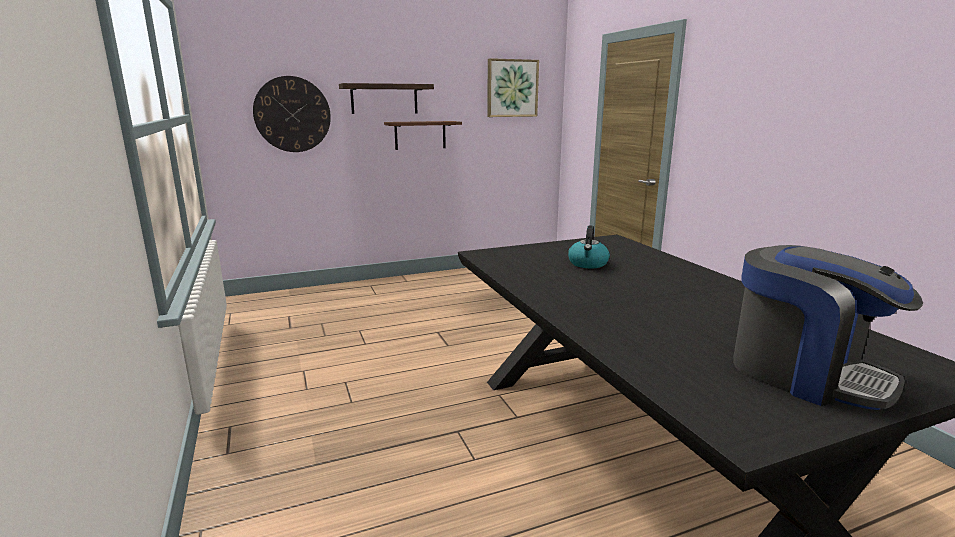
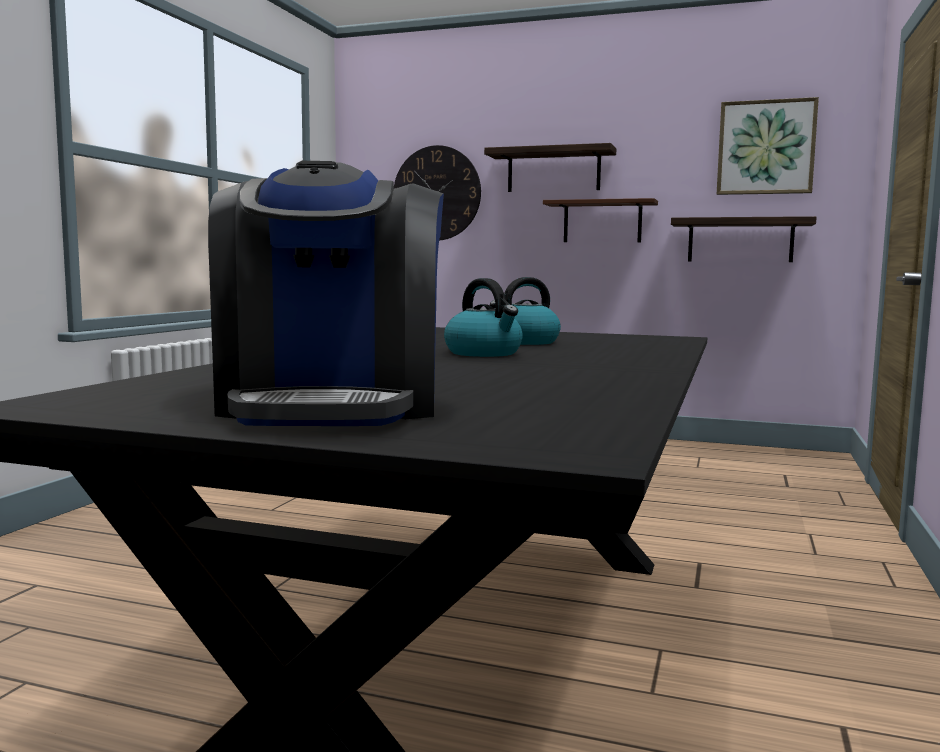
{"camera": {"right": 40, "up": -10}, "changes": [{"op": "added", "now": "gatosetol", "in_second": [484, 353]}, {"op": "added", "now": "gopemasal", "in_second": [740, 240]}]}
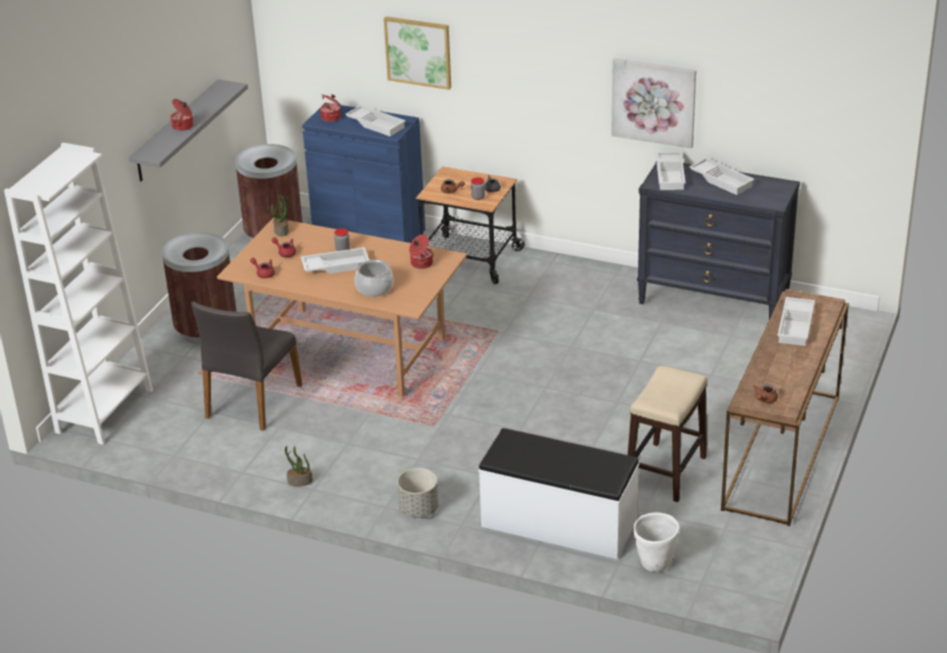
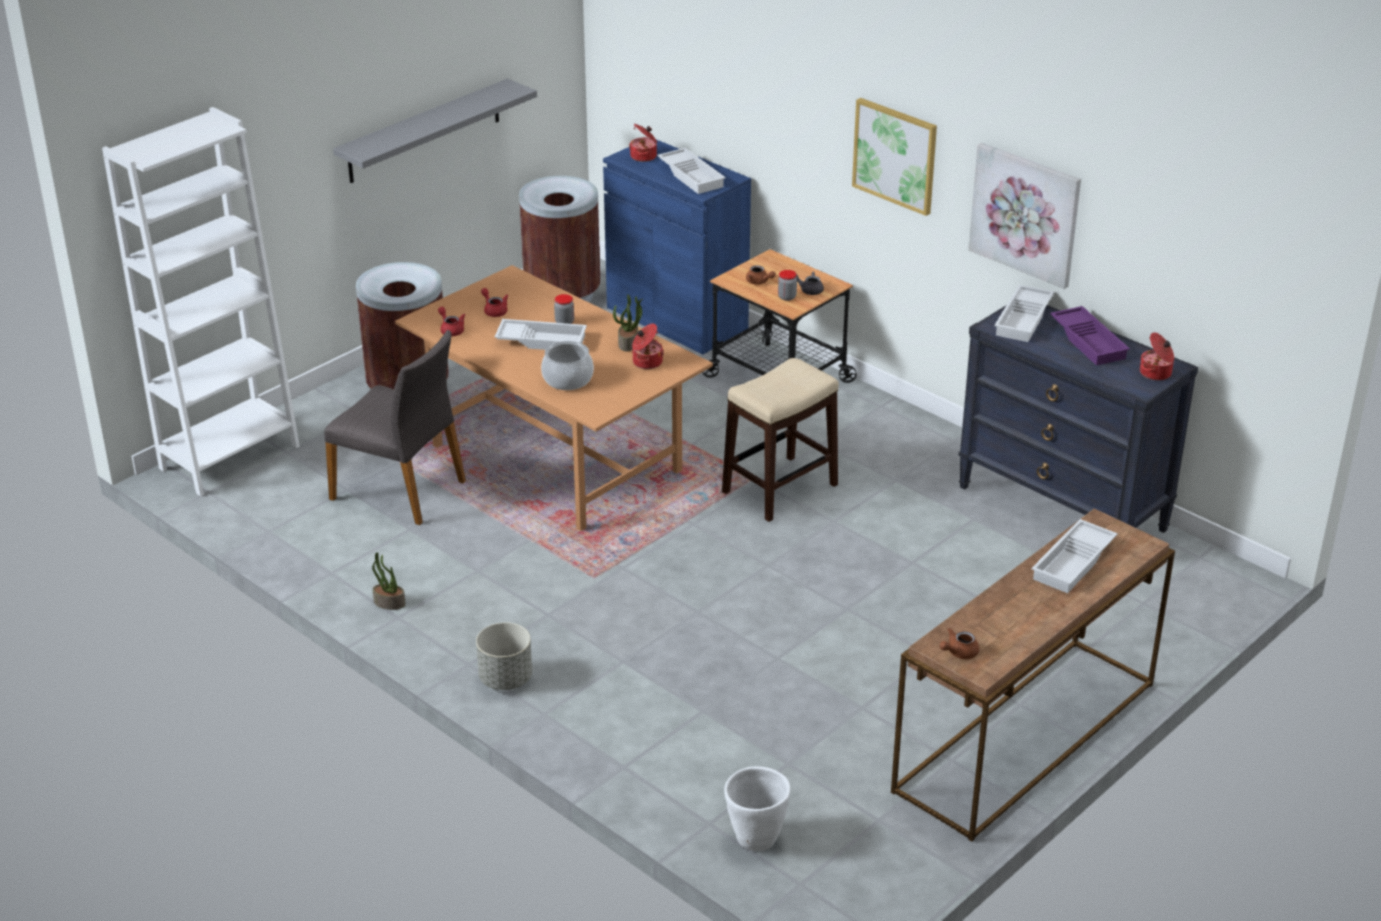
{"camera": {"right": 20, "up": 0}, "changes": [{"op": "turned", "was": "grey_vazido", "in_first": [252, 402], "in_second": [401, 490], "clockwise": -105}, {"op": "moved", "was": "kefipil", "in_first": [282, 231], "in_second": [628, 344]}, {"op": "moved", "was": "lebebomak", "in_first": [665, 472], "in_second": [779, 489]}, {"op": "moved", "was": "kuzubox", "in_first": [418, 52], "in_second": [895, 155]}, {"op": "recoloured", "was": "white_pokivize", "now": "purple_pokivize", "in_first": [722, 180], "in_second": [1089, 341]}, {"op": "moved", "was": "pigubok", "in_first": [183, 126], "in_second": [1156, 373]}, {"op": "removed", "was": "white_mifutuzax", "in_first": [558, 524]}]}
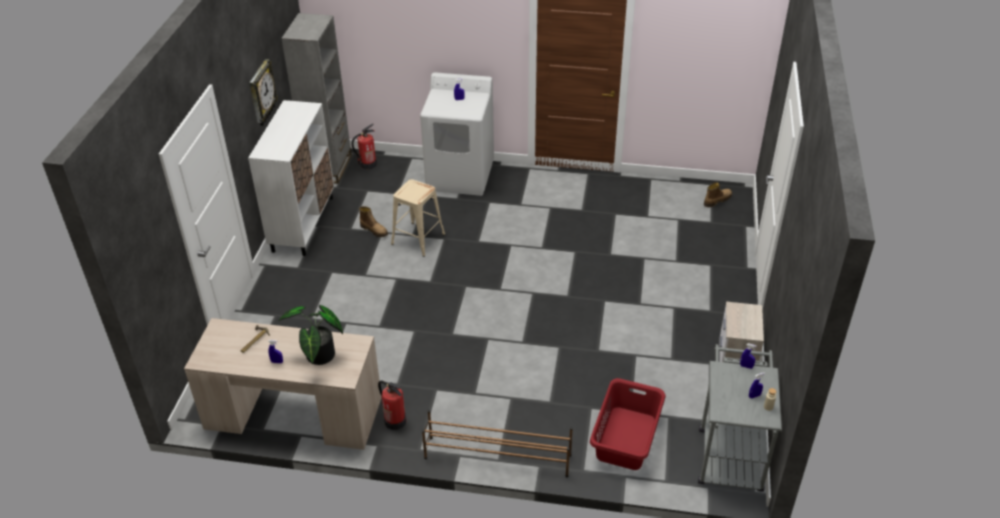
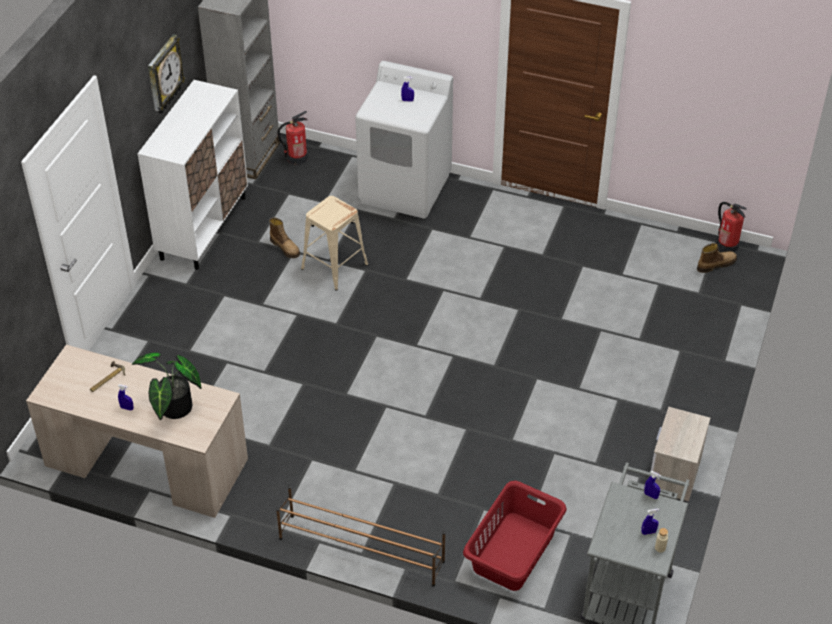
{"camera": {"right": 10, "up": 5}, "changes": [{"op": "moved", "was": "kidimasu", "in_first": [395, 420], "in_second": [727, 245]}]}
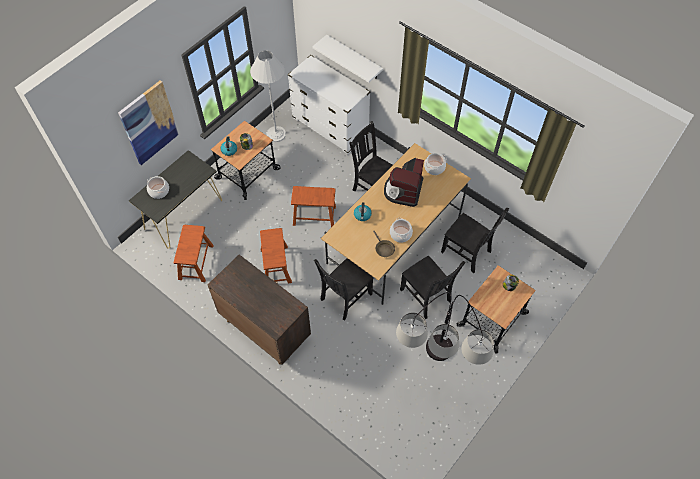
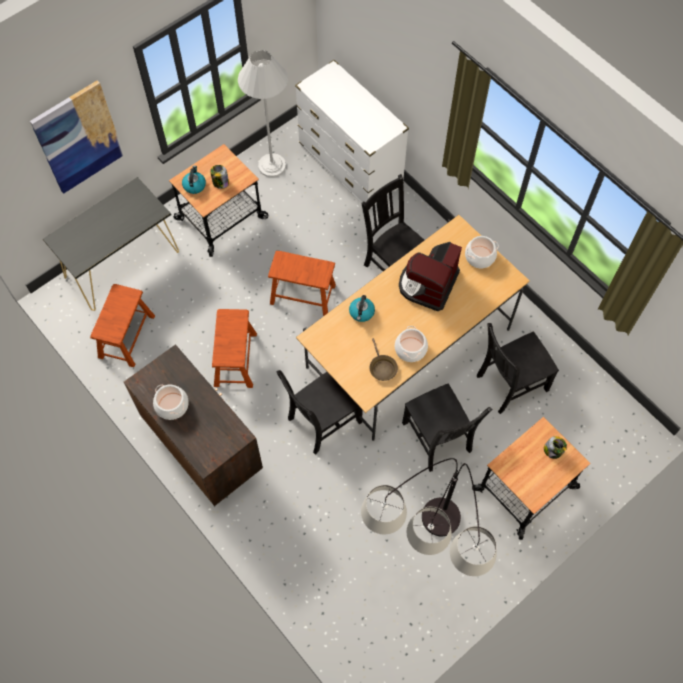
{"camera": {"right": 10, "up": 5}, "changes": [{"op": "moved", "was": "pigubok", "in_first": [159, 191], "in_second": [172, 405]}, {"op": "turned", "was": "black_vazido", "in_first": [467, 252], "in_second": [510, 383], "clockwise": 105}, {"op": "removed", "was": "white_gopemasal", "in_first": [354, 57]}]}
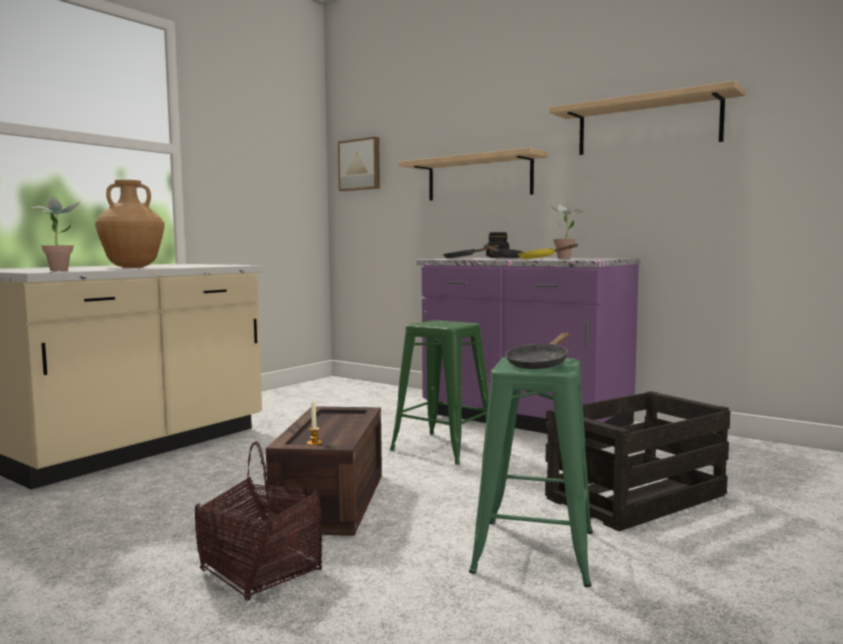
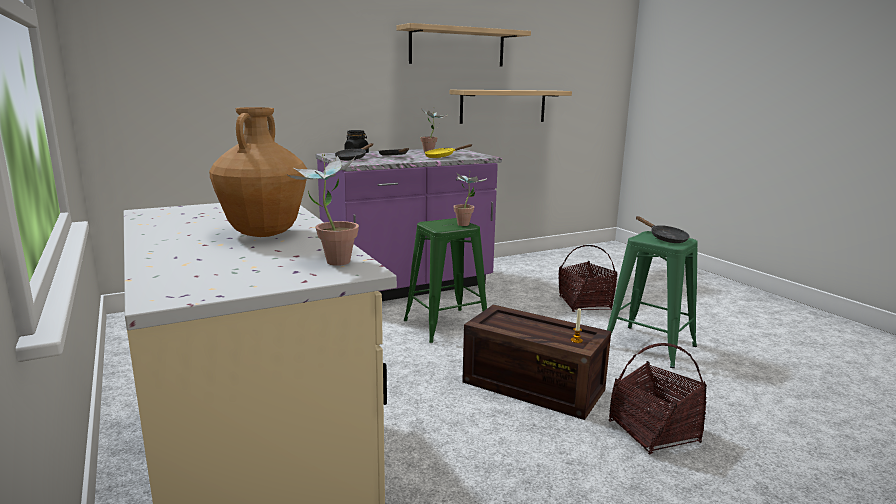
{"camera": {"right": -65, "up": 10}, "changes": [{"op": "moved", "was": "gopemasal", "in_first": [479, 178], "in_second": [503, 106]}, {"op": "added", "now": "kefipil", "in_second": [467, 224]}, {"op": "replaced", "was": "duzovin", "now": "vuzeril", "in_first": [636, 496], "in_second": [584, 303]}, {"op": "removed", "was": "kuzubox", "in_first": [360, 165]}]}
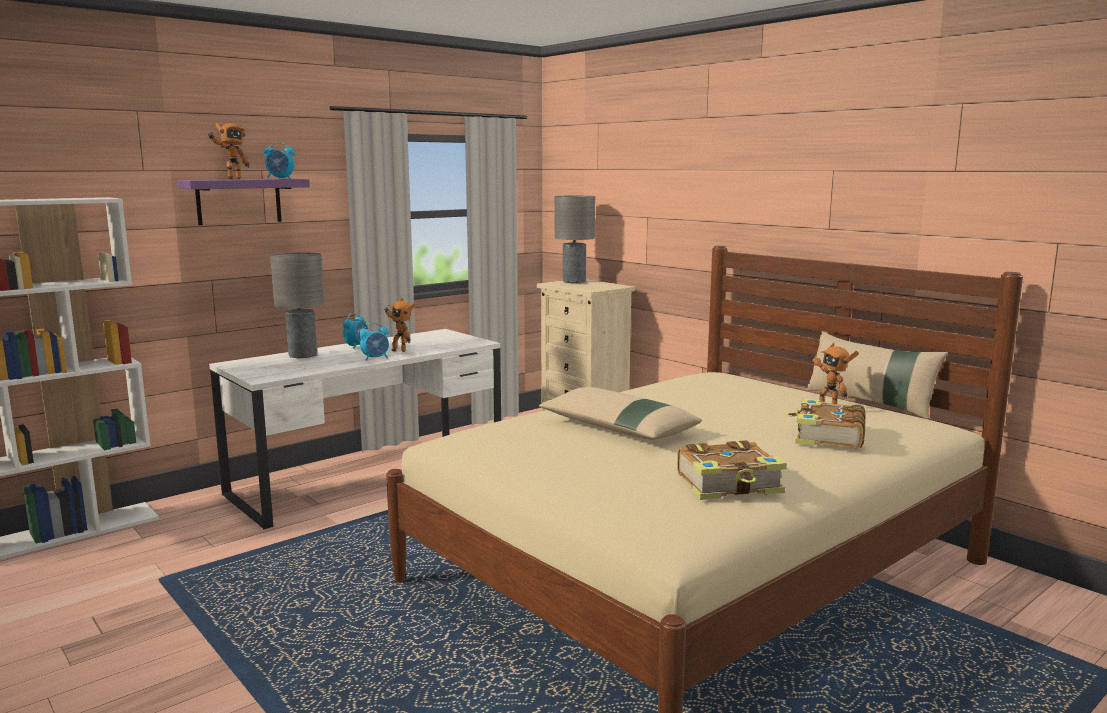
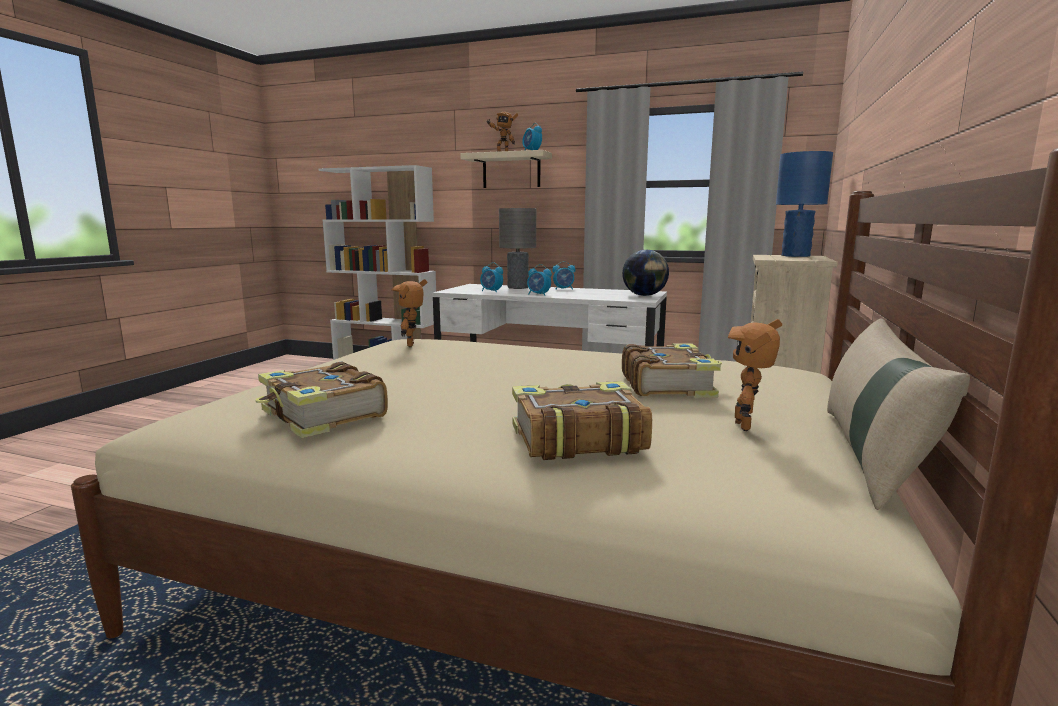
{"camera": {"right": 60, "up": 0}, "changes": [{"op": "moved", "was": "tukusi", "in_first": [400, 350], "in_second": [414, 345]}, {"op": "recoloured", "was": "purple_gopemasal", "now": "beige_gopemasal", "in_first": [239, 201], "in_second": [511, 171]}, {"op": "added", "now": "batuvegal", "in_second": [491, 291]}, {"op": "added", "now": "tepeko", "in_second": [644, 295]}, {"op": "added", "now": "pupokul", "in_second": [668, 385]}, {"op": "recoloured", "was": "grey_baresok", "now": "blue_baresok", "in_first": [574, 282], "in_second": [795, 256]}, {"op": "removed", "was": "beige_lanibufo", "in_first": [617, 428]}]}
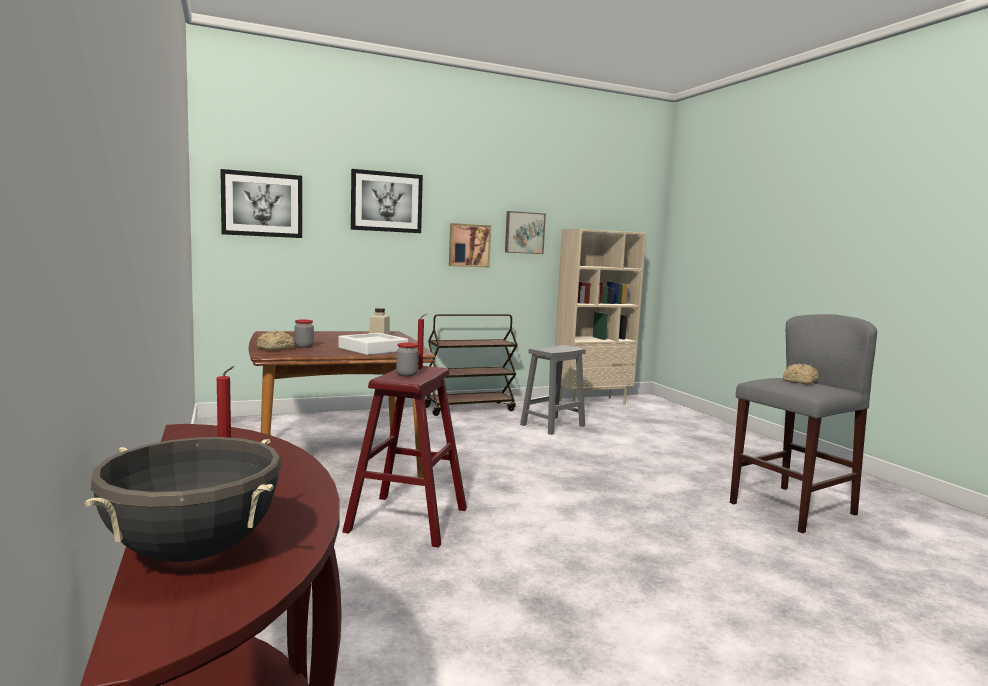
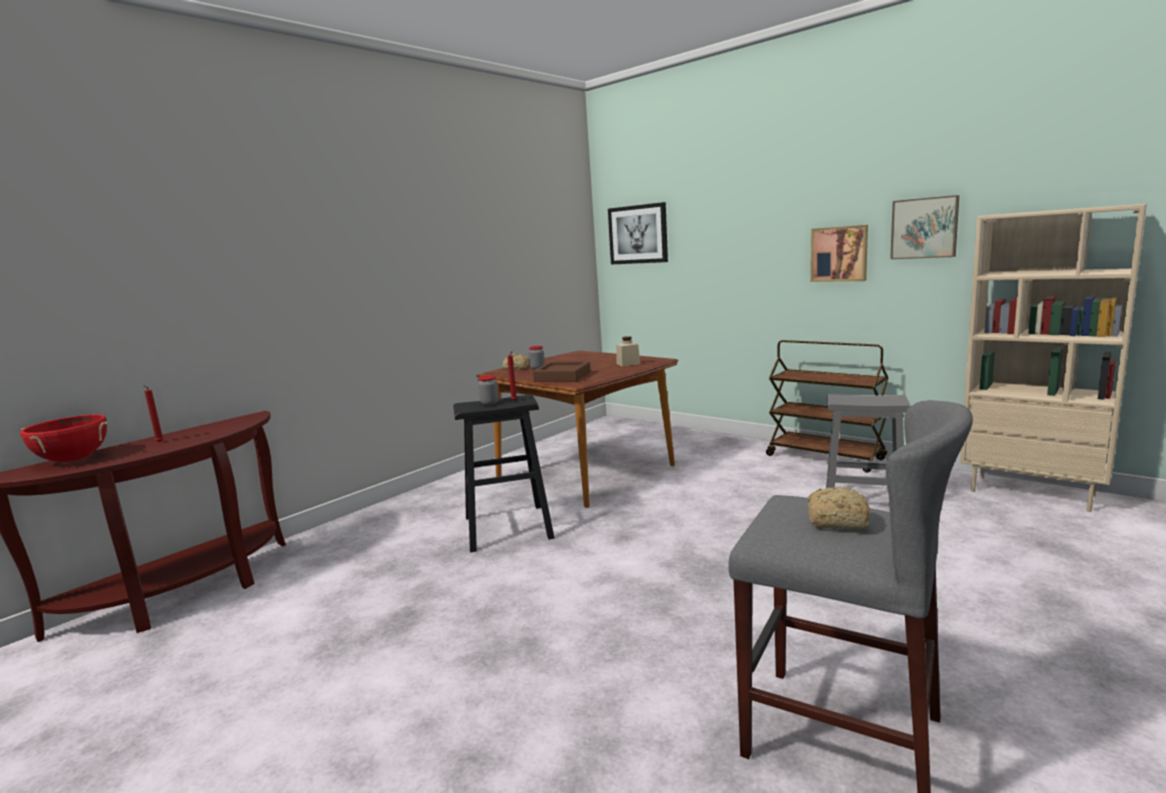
{"camera": {"right": 65, "up": 5}, "changes": [{"op": "recoloured", "was": "black_pigubok", "now": "red_pigubok", "in_first": [192, 552], "in_second": [73, 460]}, {"op": "recoloured", "was": "red_lebebomak", "now": "black_lebebomak", "in_first": [407, 520], "in_second": [508, 527]}, {"op": "recoloured", "was": "white_pokivize", "now": "brown_pokivize", "in_first": [373, 349], "in_second": [562, 377]}, {"op": "removed", "was": "kuzubox", "in_first": [386, 202]}]}
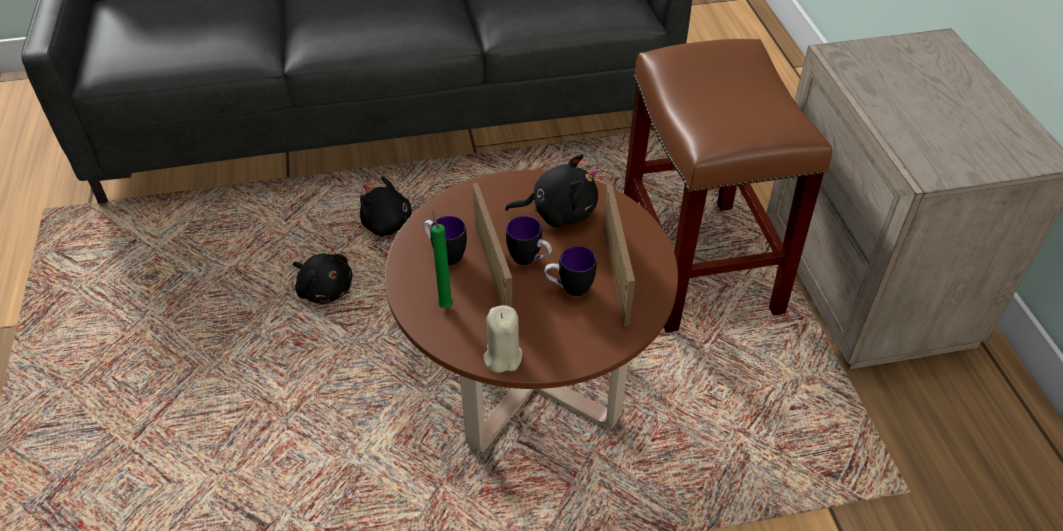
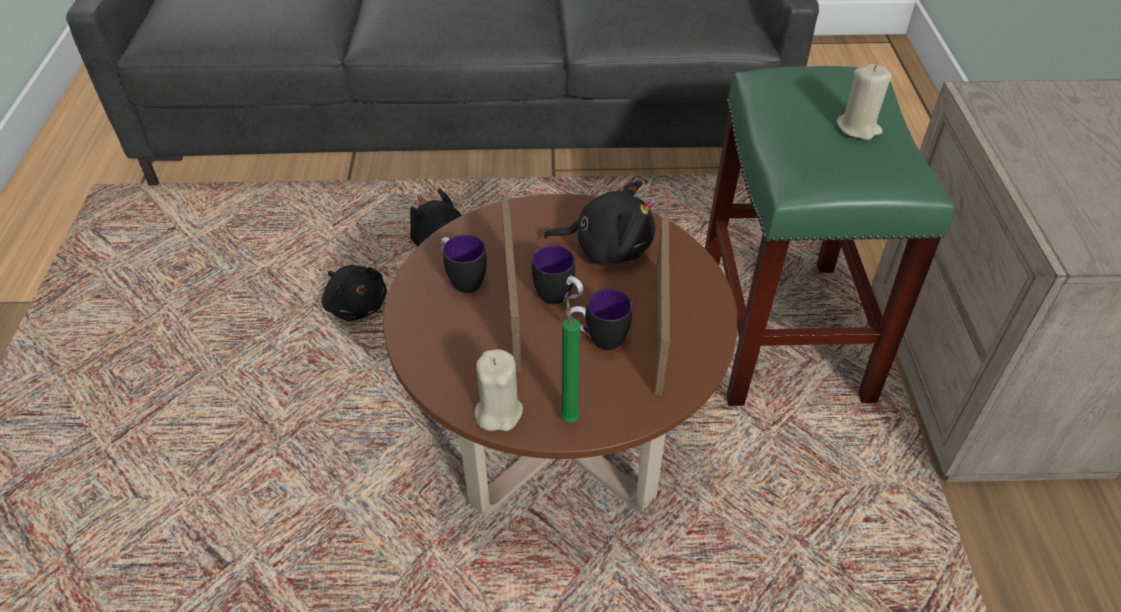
{"camera": {"right": 10, "up": 0}, "changes": [{"op": "moved", "was": "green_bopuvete", "in_first": [445, 304], "in_second": [569, 416]}, {"op": "recoloured", "was": "brown_lebebomak", "now": "green_lebebomak", "in_first": [700, 266], "in_second": [784, 333]}, {"op": "added", "now": "beige_bopuvete", "in_second": [858, 128]}]}
